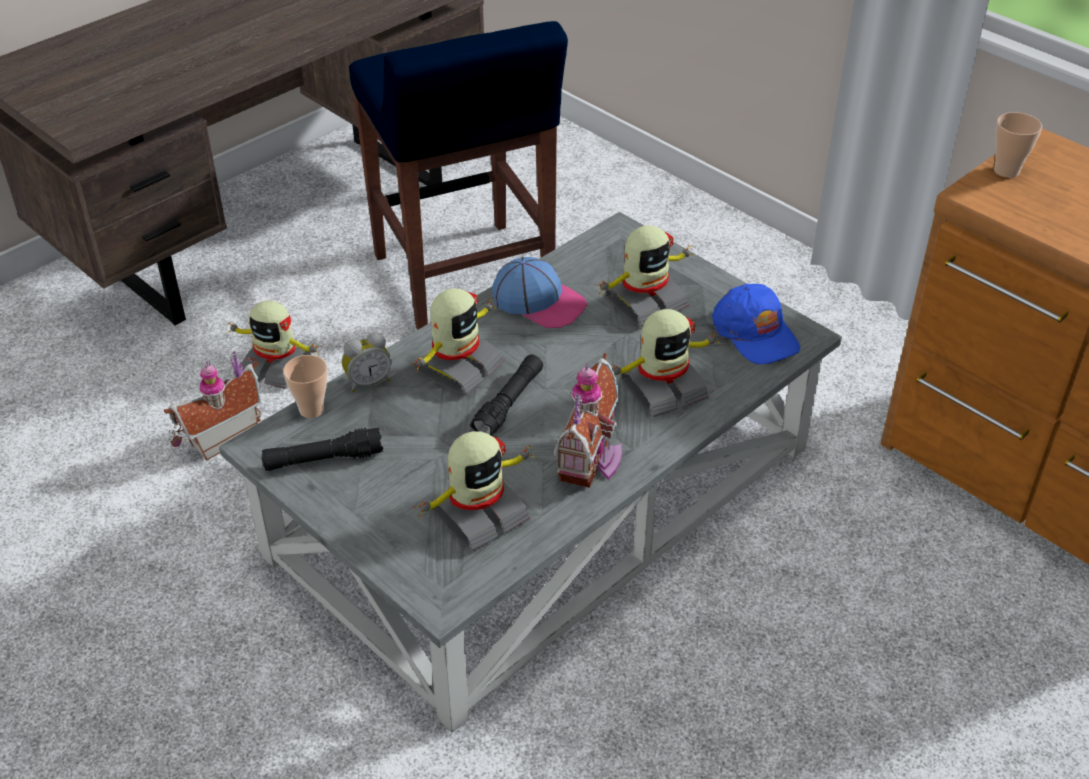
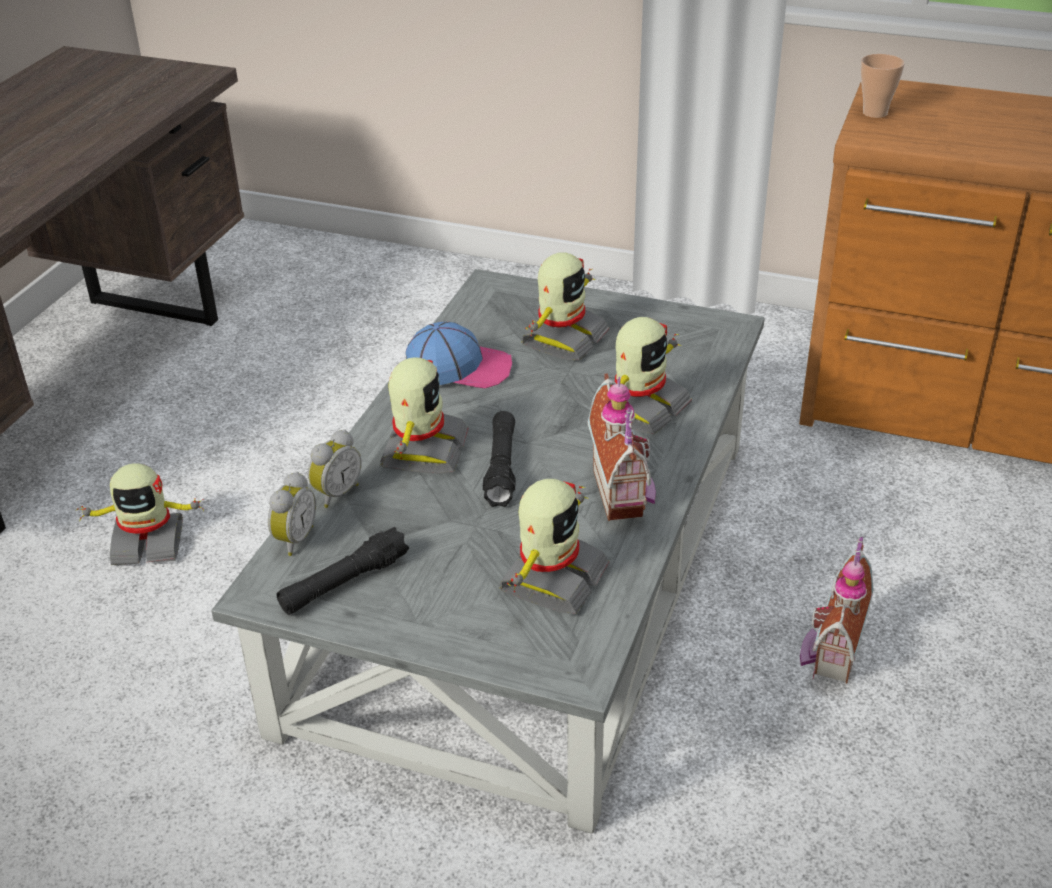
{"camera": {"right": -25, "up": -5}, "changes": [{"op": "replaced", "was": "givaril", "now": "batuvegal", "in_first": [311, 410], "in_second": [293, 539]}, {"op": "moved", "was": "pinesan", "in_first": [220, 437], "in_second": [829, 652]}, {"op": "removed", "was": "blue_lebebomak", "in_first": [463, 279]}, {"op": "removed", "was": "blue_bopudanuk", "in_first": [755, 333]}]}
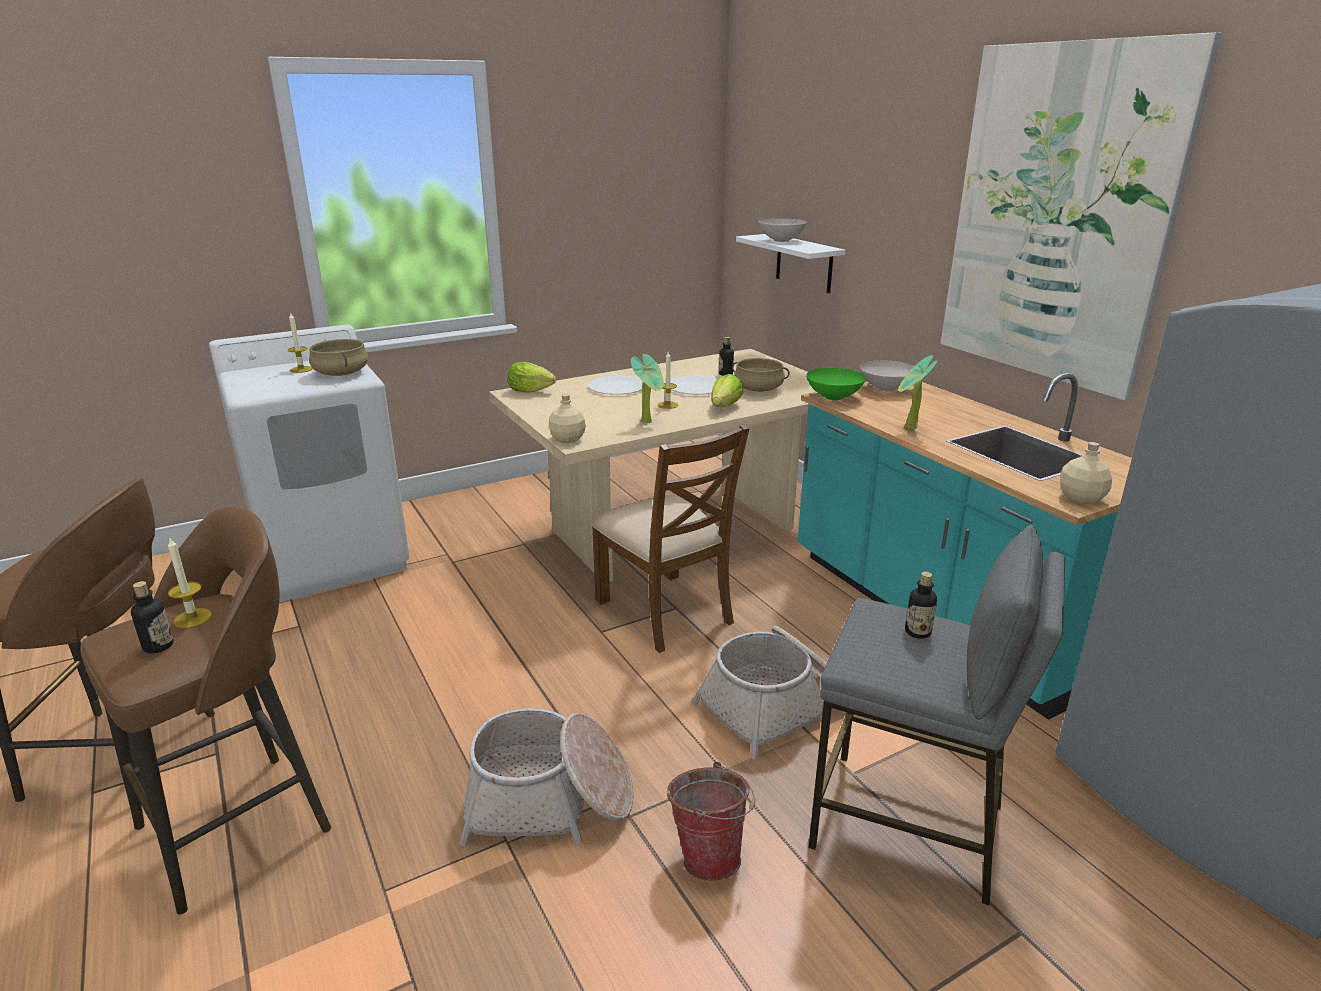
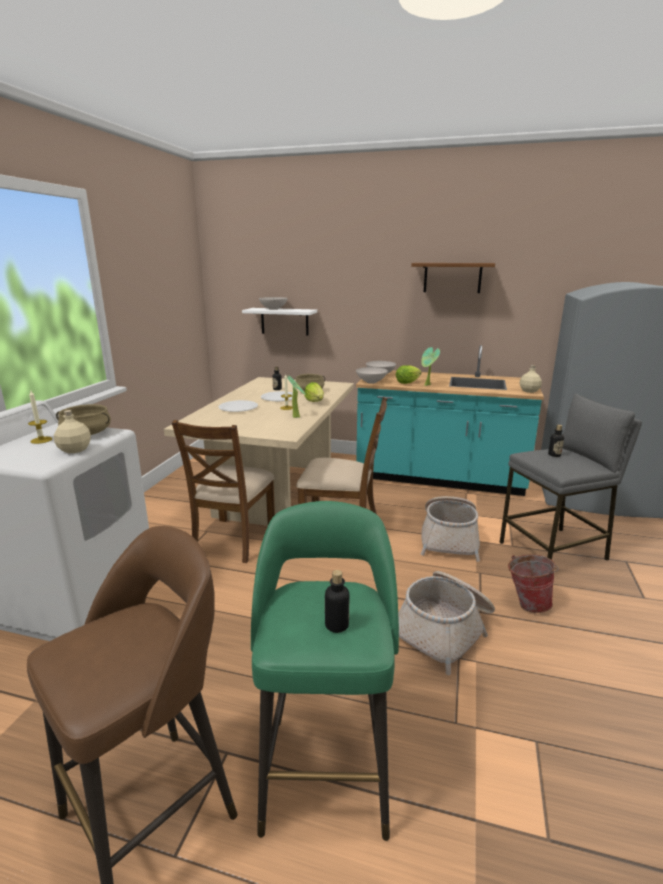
{"camera": {"right": -45, "up": -5}, "changes": [{"op": "moved", "was": "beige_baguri", "in_first": [567, 439], "in_second": [75, 450]}, {"op": "added", "now": "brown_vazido", "in_second": [234, 539]}, {"op": "recoloured", "was": "brown_lebebomak", "now": "green_lebebomak", "in_first": [240, 825], "in_second": [326, 769]}, {"op": "recoloured", "was": "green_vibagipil", "now": "white_vibagipil", "in_first": [833, 397], "in_second": [371, 382]}, {"op": "moved", "was": "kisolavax", "in_first": [530, 391], "in_second": [407, 382]}, {"op": "replaced", "was": "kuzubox", "now": "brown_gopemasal", "in_first": [1058, 217], "in_second": [452, 277]}, {"op": "removed", "was": "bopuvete", "in_first": [192, 618]}]}
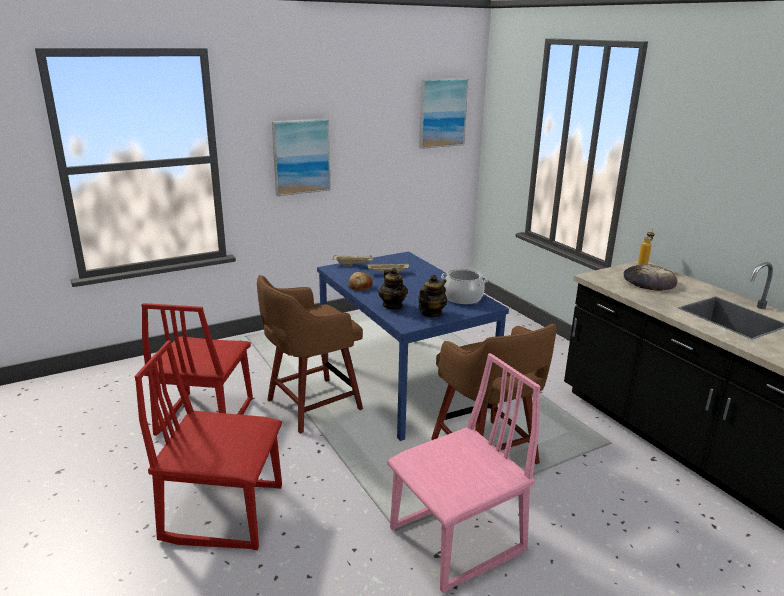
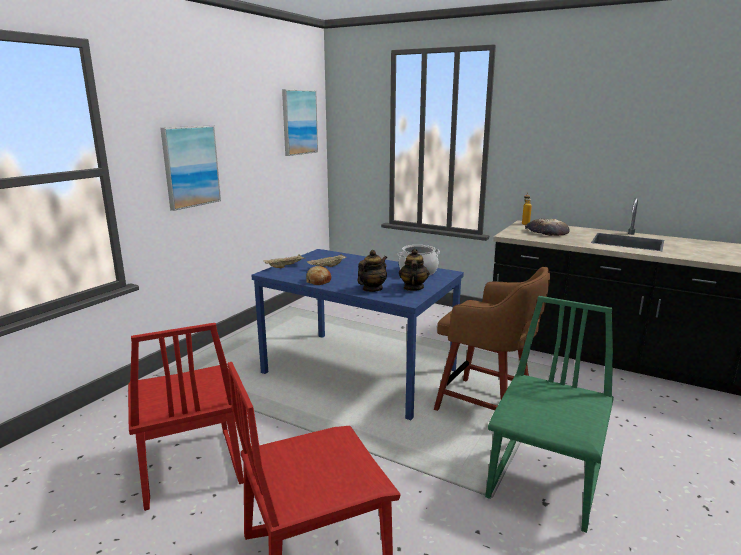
{"camera": {"right": -30, "up": -5}, "changes": [{"op": "turned", "was": "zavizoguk", "in_first": [393, 305], "in_second": [372, 289], "clockwise": -90}, {"op": "recoloured", "was": "pink_vazido", "now": "green_vazido", "in_first": [457, 541], "in_second": [546, 484]}, {"op": "removed", "was": "brown_lebebomak", "in_first": [311, 405]}]}
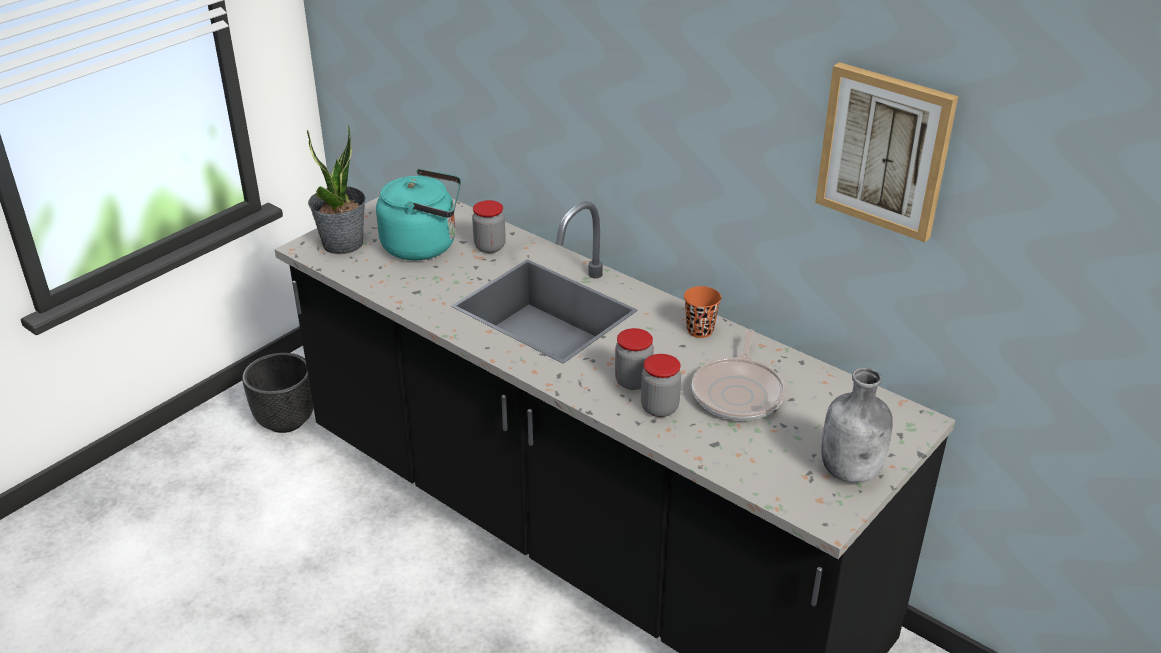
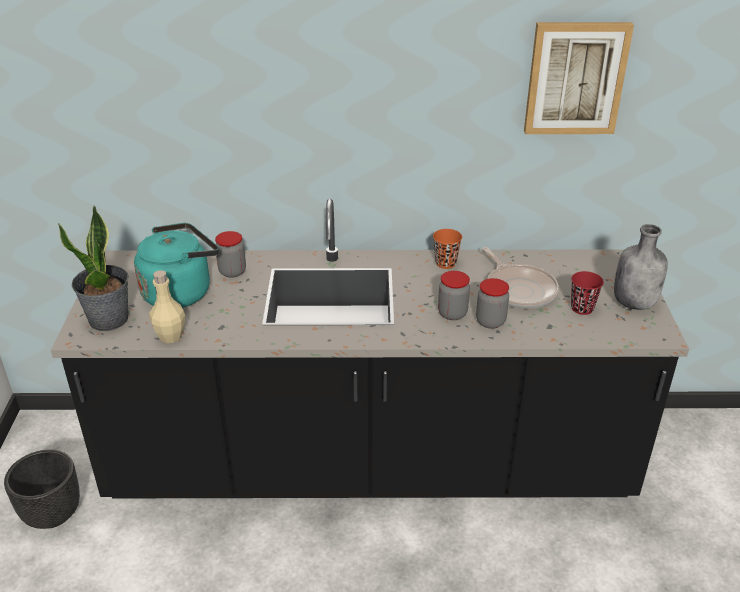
{"camera": {"right": -40, "up": 0}, "changes": [{"op": "added", "now": "beige_baguri", "in_second": [170, 336]}, {"op": "added", "now": "red_givaril", "in_second": [582, 308]}]}
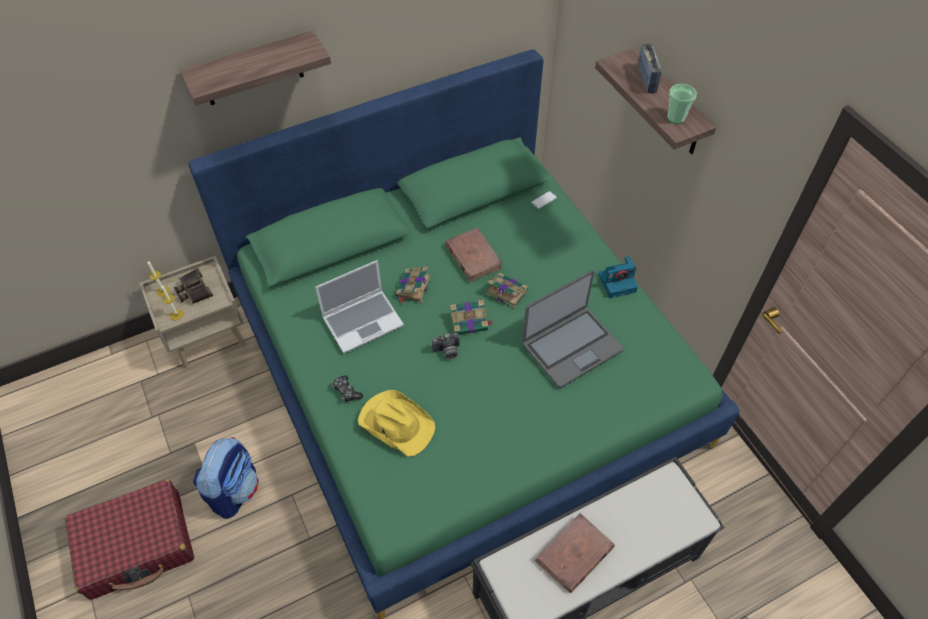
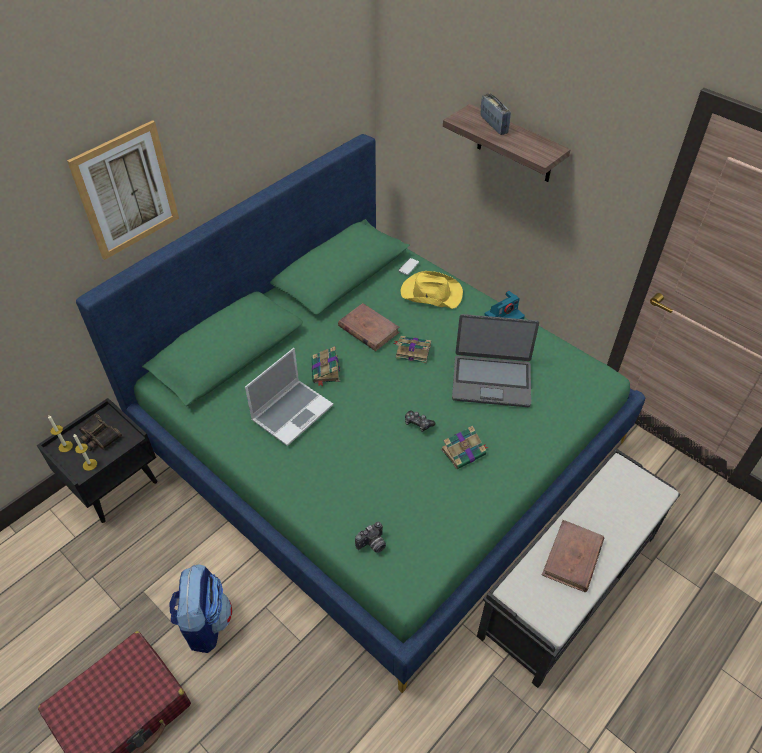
{"camera": {"right": -20, "up": -5}, "changes": [{"op": "recoloured", "was": "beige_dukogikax", "now": "black_dukogikax", "in_first": [208, 336], "in_second": [115, 485]}, {"op": "replaced", "was": "gopemasal", "now": "kuzubox", "in_first": [252, 70], "in_second": [126, 191]}, {"op": "moved", "was": "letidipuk", "in_first": [447, 352], "in_second": [372, 545]}, {"op": "moved", "was": "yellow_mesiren", "in_first": [396, 423], "in_second": [430, 293]}, {"op": "moved", "was": "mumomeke", "in_first": [346, 391], "in_second": [418, 423]}, {"op": "moved", "was": "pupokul", "in_first": [469, 321], "in_second": [464, 452]}, {"op": "turned", "was": "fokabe", "in_first": [571, 347], "in_second": [491, 380], "clockwise": 60}, {"op": "removed", "was": "givaril", "in_first": [676, 118]}]}
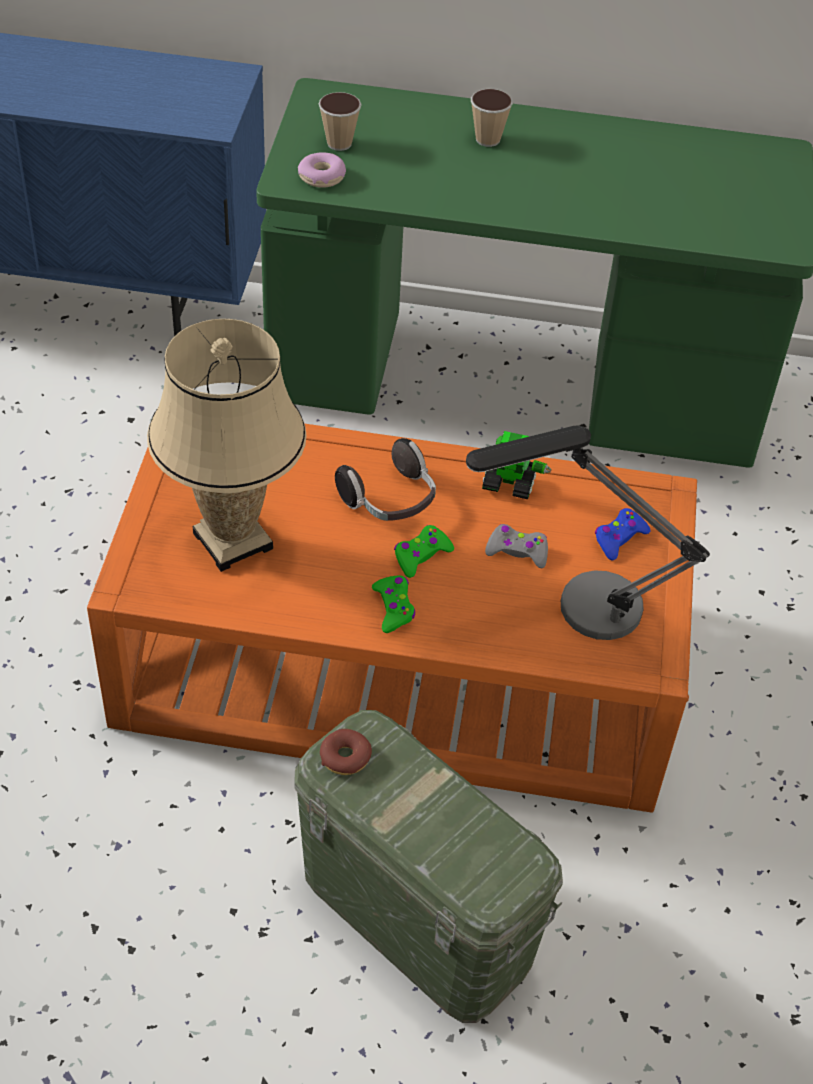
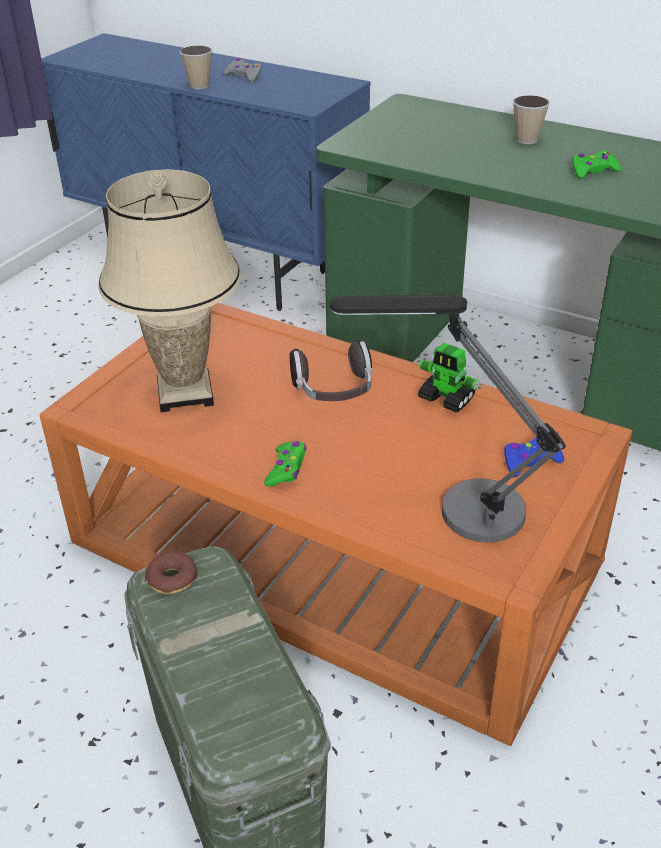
{"camera": {"right": 25, "up": -10}, "changes": [{"op": "moved", "was": "givaril", "in_first": [339, 143], "in_second": [199, 86]}, {"op": "moved", "was": "grey_mumomeke", "in_first": [517, 551], "in_second": [244, 76]}, {"op": "moved", "was": "green_mumomeke", "in_first": [421, 555], "in_second": [593, 171]}, {"op": "removed", "was": "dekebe", "in_first": [322, 177]}]}
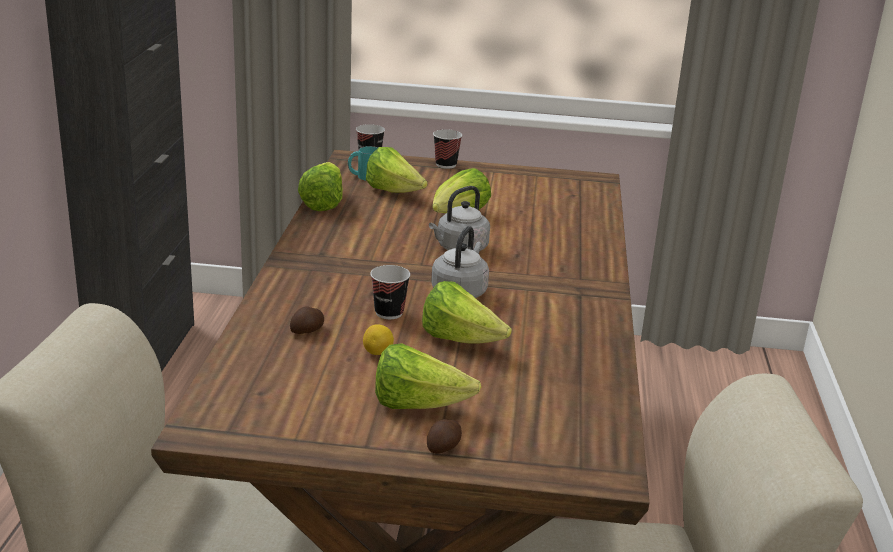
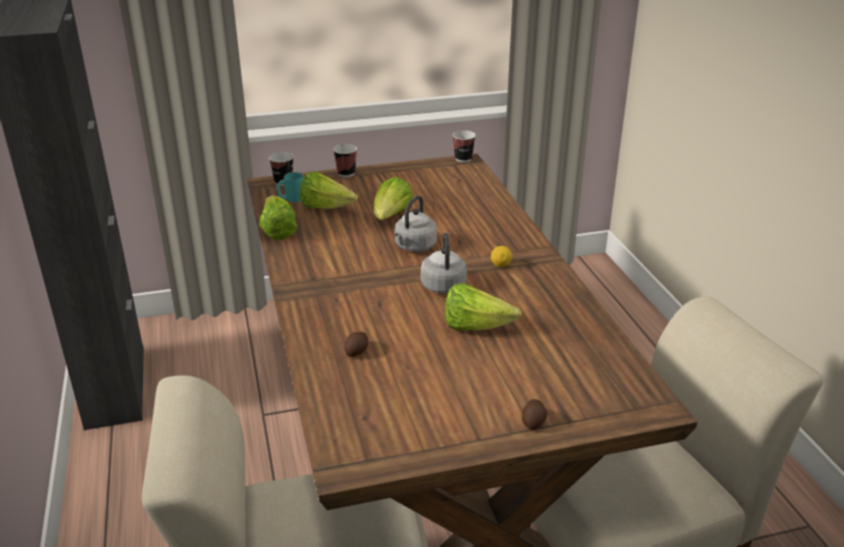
{"camera": {"right": -20, "up": 5}, "changes": [{"op": "moved", "was": "givaril", "in_first": [389, 313], "in_second": [463, 159]}, {"op": "moved", "was": "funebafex", "in_first": [378, 353], "in_second": [500, 265]}, {"op": "removed", "was": "kisolavax", "in_first": [418, 405]}]}
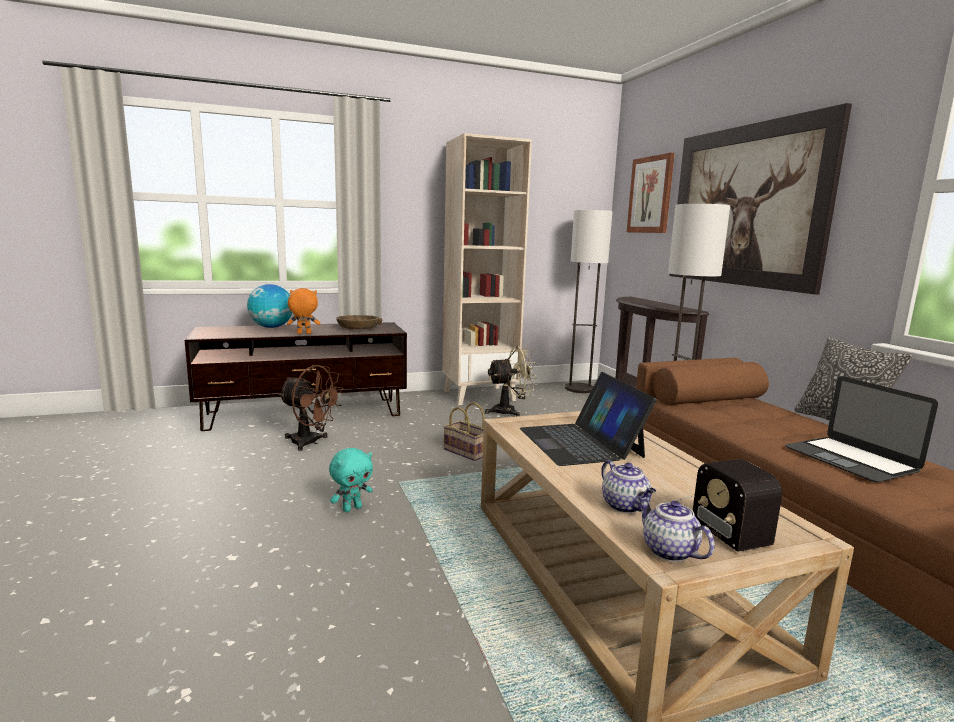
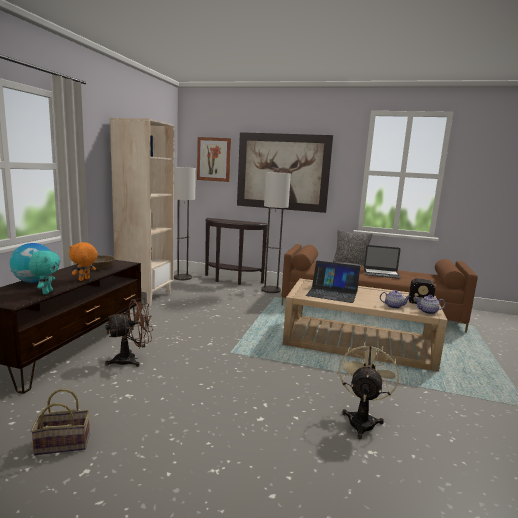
{"camera": {"right": -55, "up": 0}, "changes": [{"op": "moved", "was": "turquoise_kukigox", "in_first": [352, 508], "in_second": [46, 292]}, {"op": "moved", "was": "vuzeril", "in_first": [467, 452], "in_second": [64, 443]}, {"op": "moved", "was": "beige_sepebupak", "in_first": [510, 411], "in_second": [362, 420]}]}
